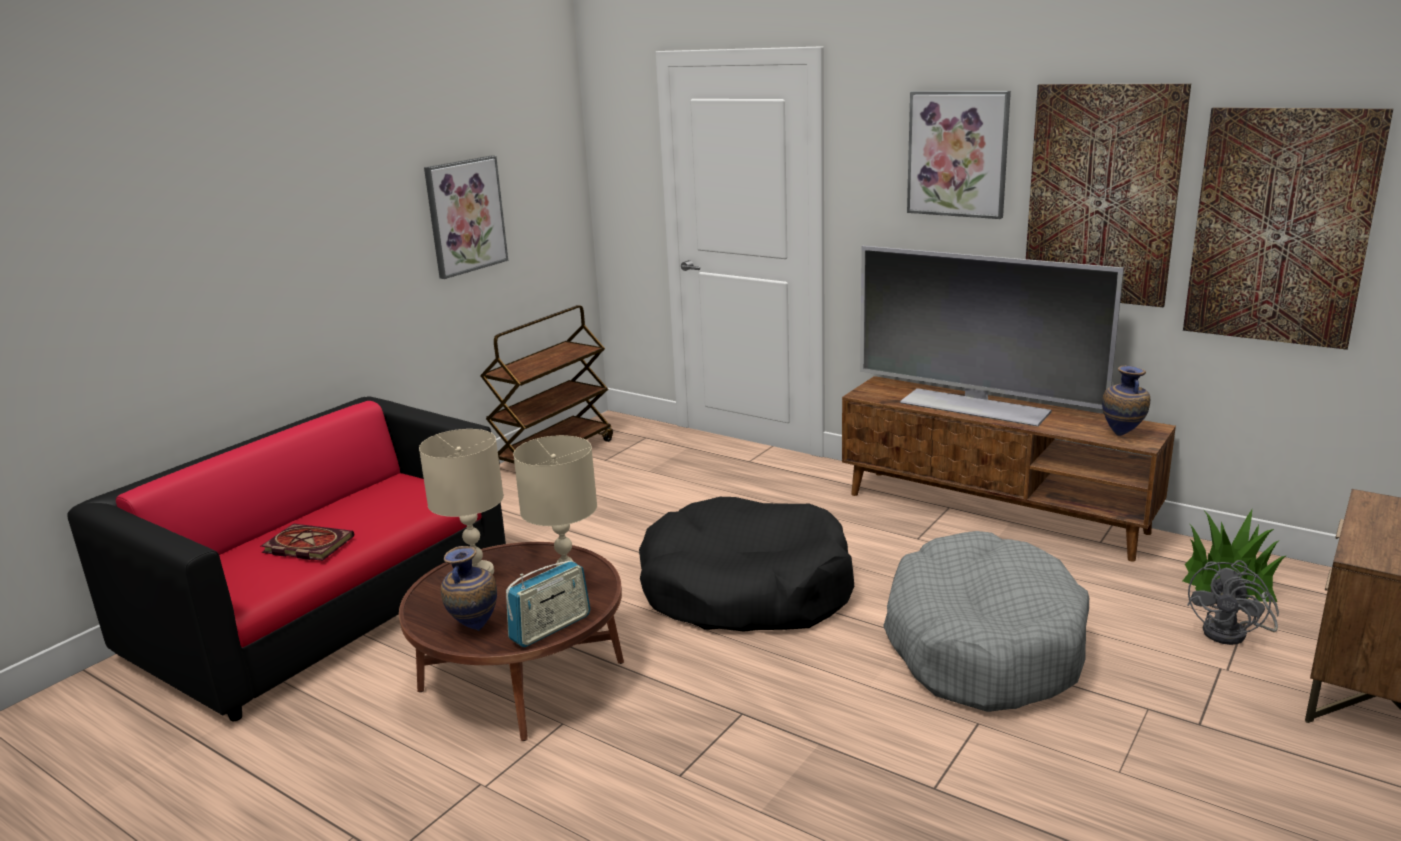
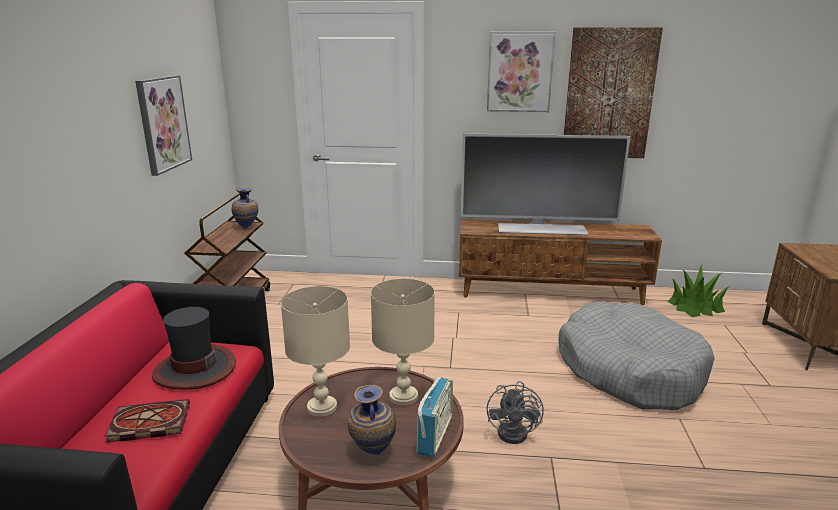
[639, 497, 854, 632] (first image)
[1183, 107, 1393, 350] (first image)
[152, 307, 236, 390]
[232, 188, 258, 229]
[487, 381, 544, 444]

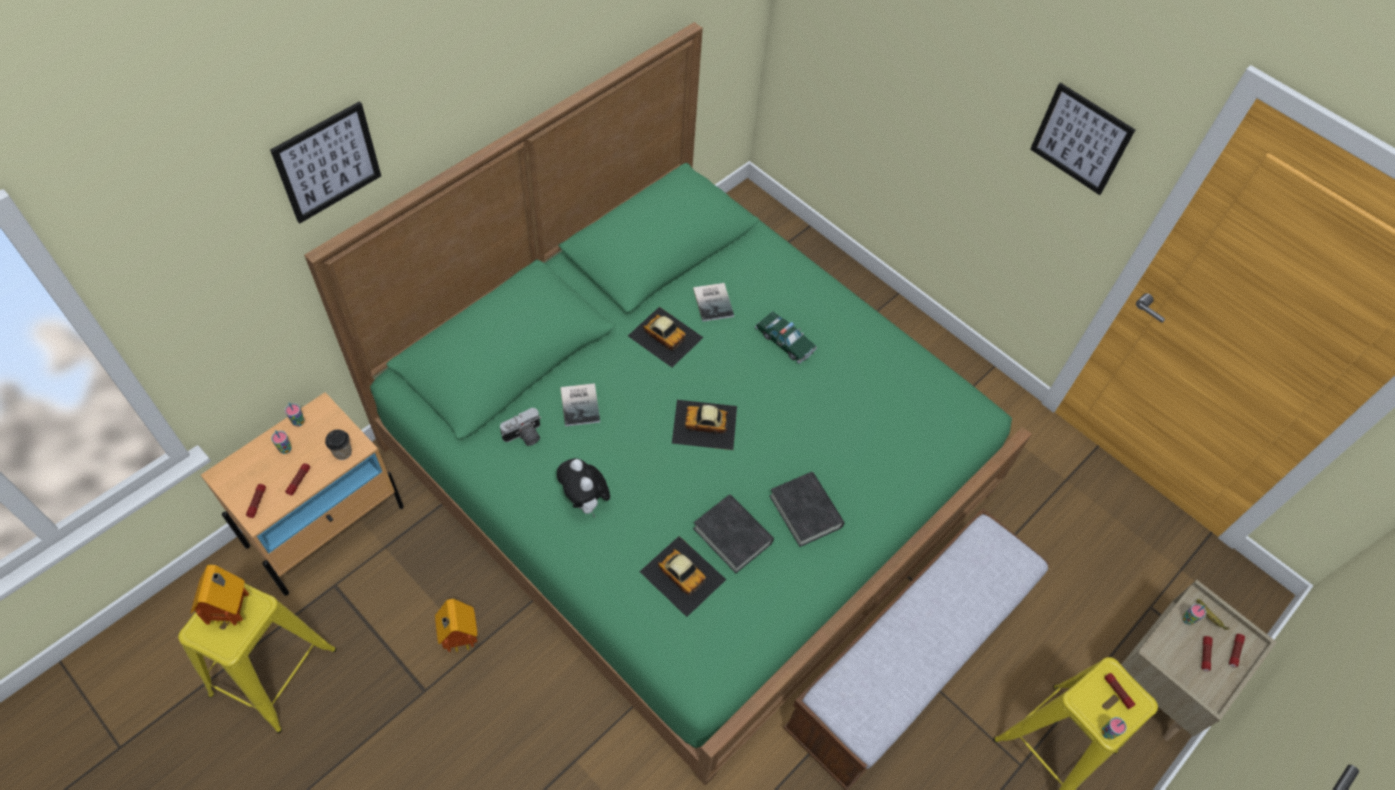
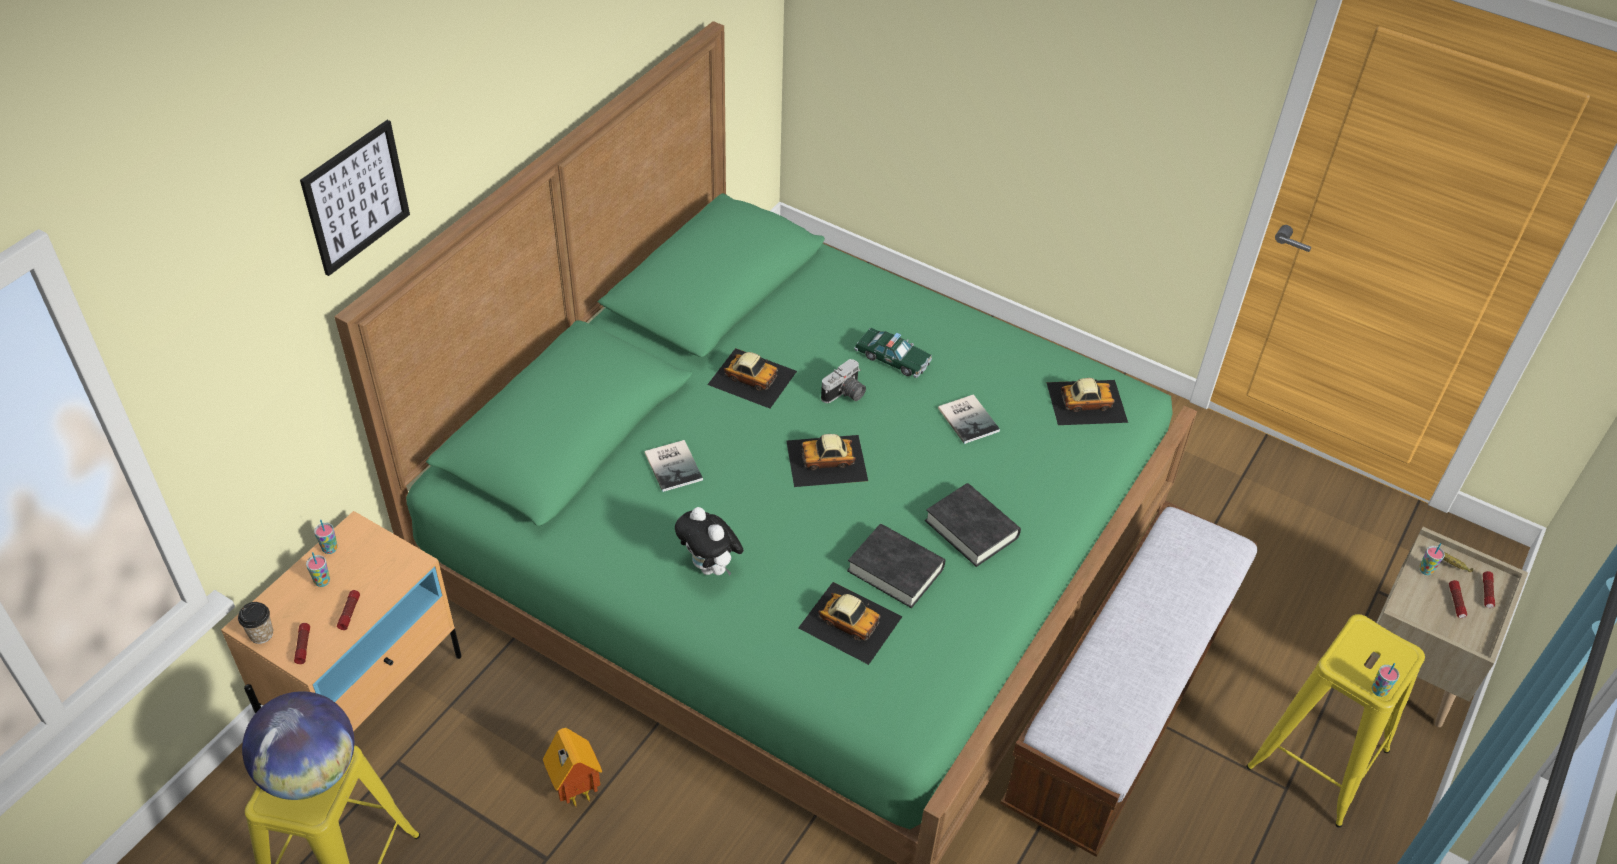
[1030, 82, 1135, 195] (first image)
[1105, 673, 1136, 709] (first image)
[1046, 378, 1128, 425]
[238, 602, 273, 644]
[821, 359, 866, 403]
[938, 394, 1000, 444]
[242, 691, 354, 800]

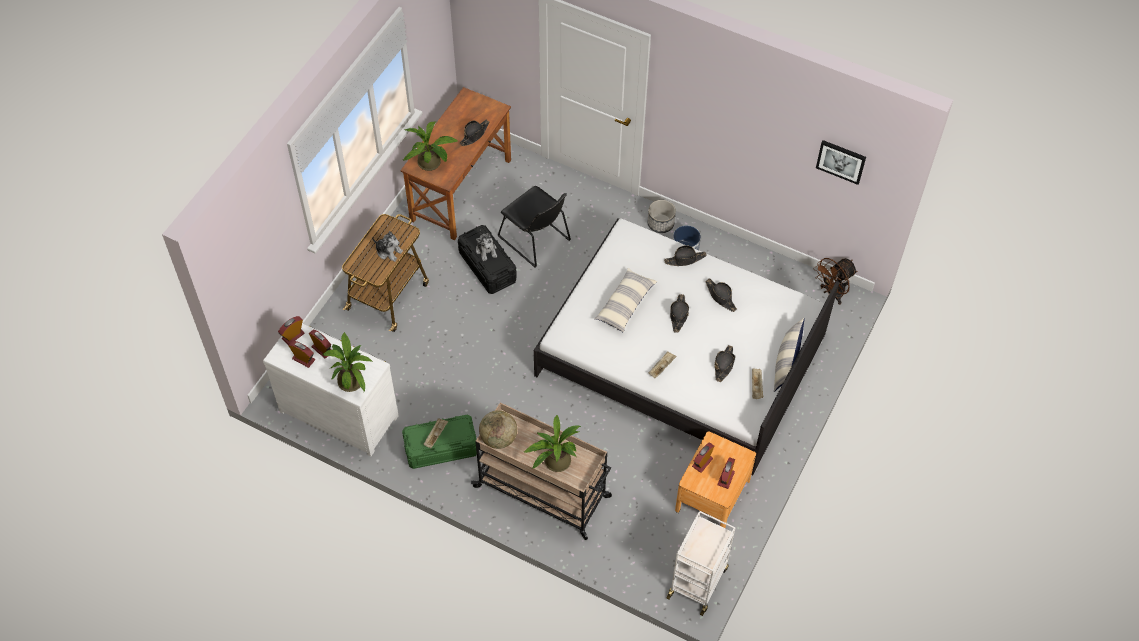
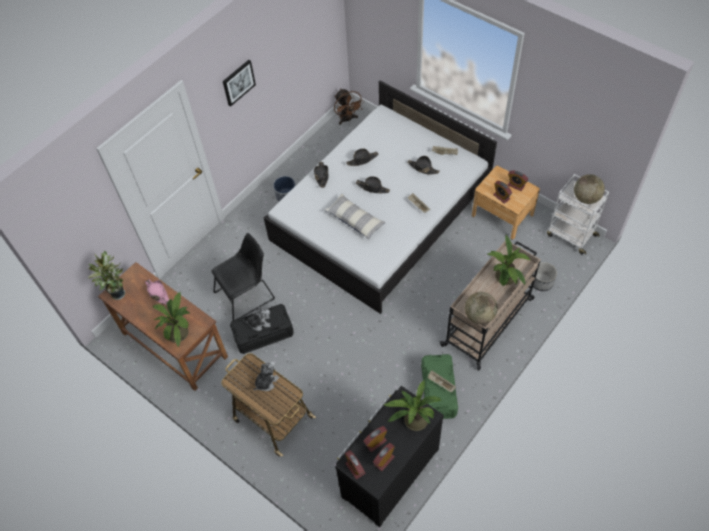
[774, 318, 805, 392] (first image)
[88, 251, 125, 300]
[574, 174, 605, 204]
[531, 262, 557, 291]
[223, 60, 256, 107]
[335, 386, 444, 527]
[145, 279, 169, 305]

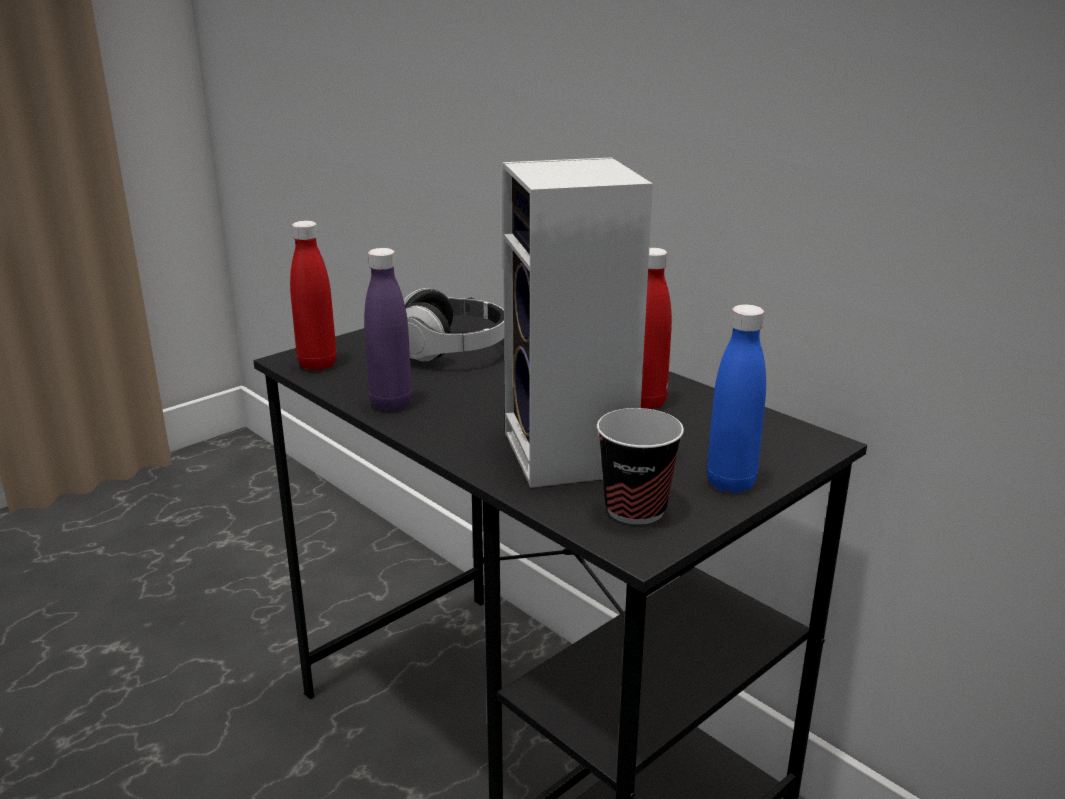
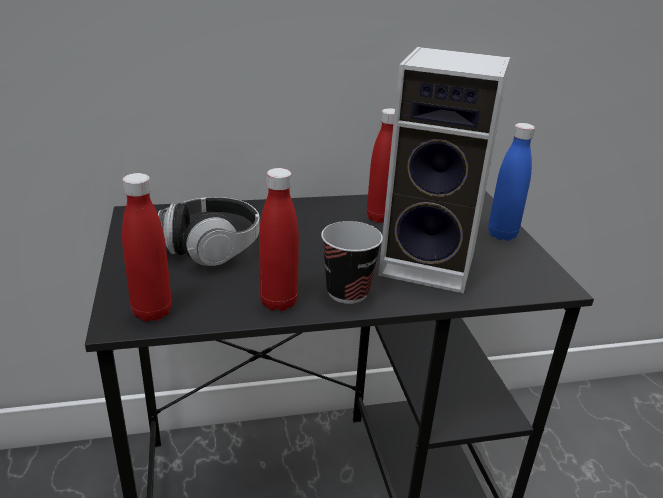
[321, 221, 383, 304]
[259, 168, 299, 311]

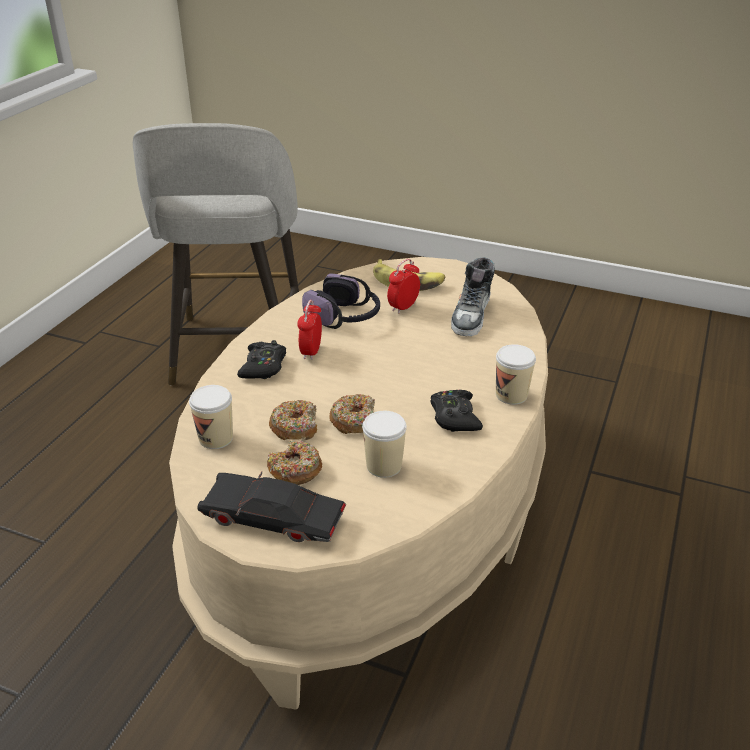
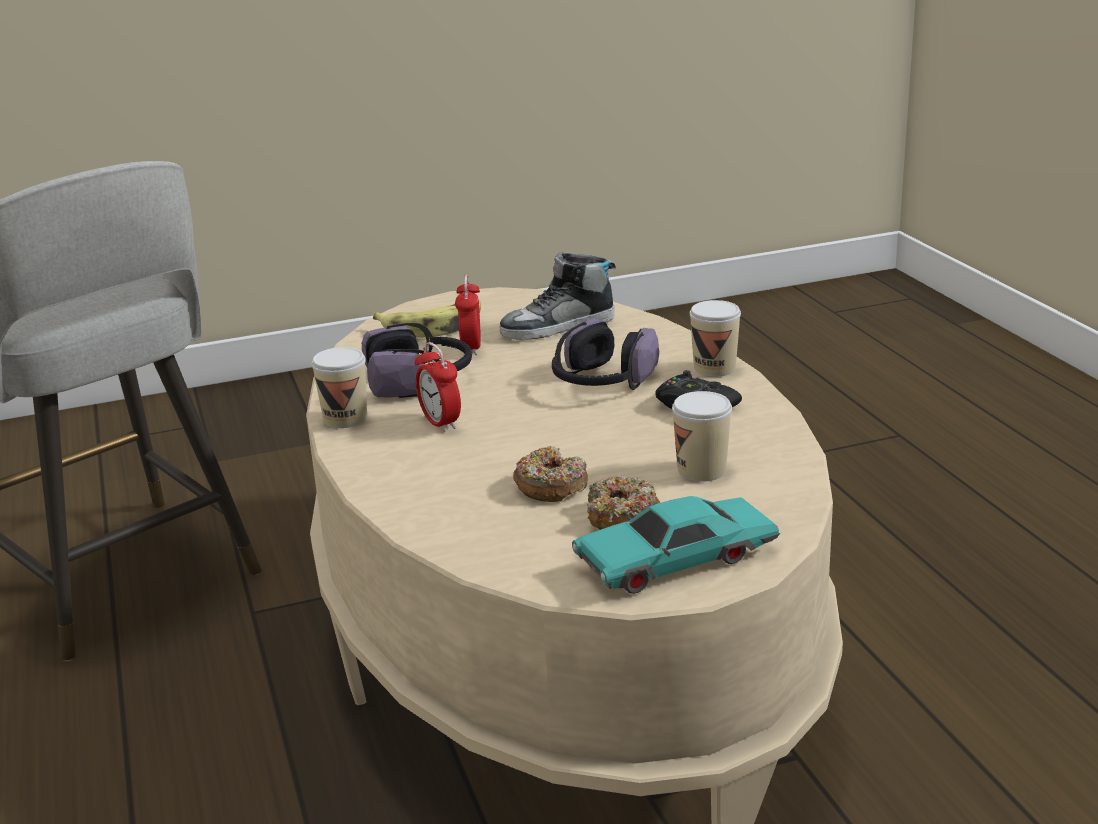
[237, 340, 286, 379] (first image)
[329, 394, 375, 434] (first image)
[552, 318, 659, 390]
[312, 347, 367, 428]
[572, 496, 780, 594]
[499, 252, 616, 341]

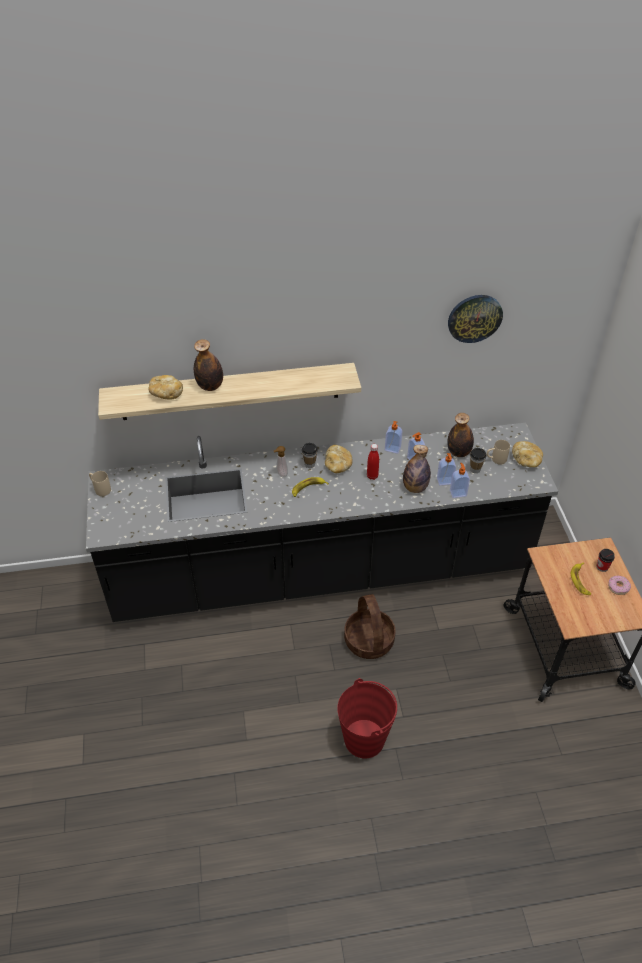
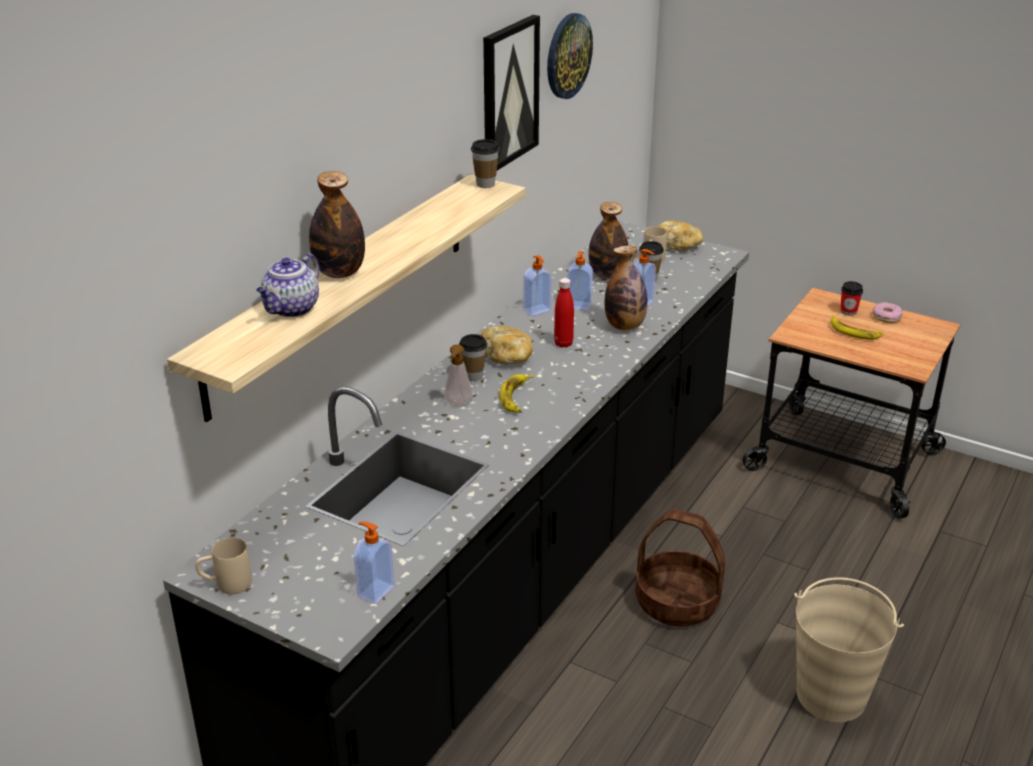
[471, 139, 500, 188]
[483, 15, 540, 170]
[354, 522, 395, 604]
[256, 254, 319, 317]
[794, 577, 904, 722]

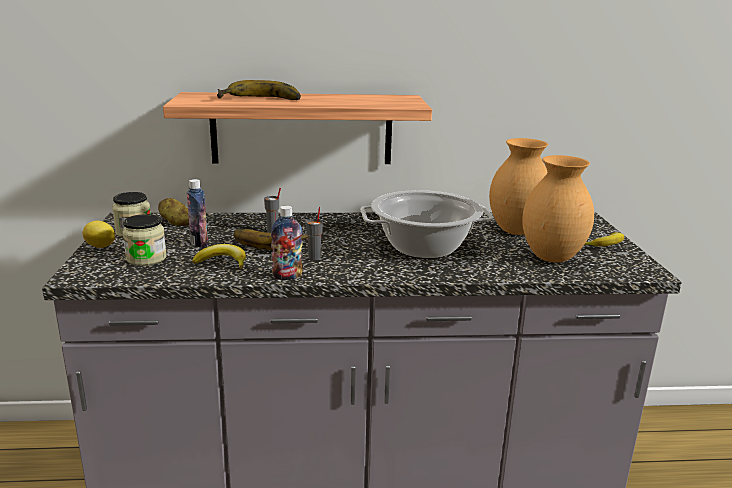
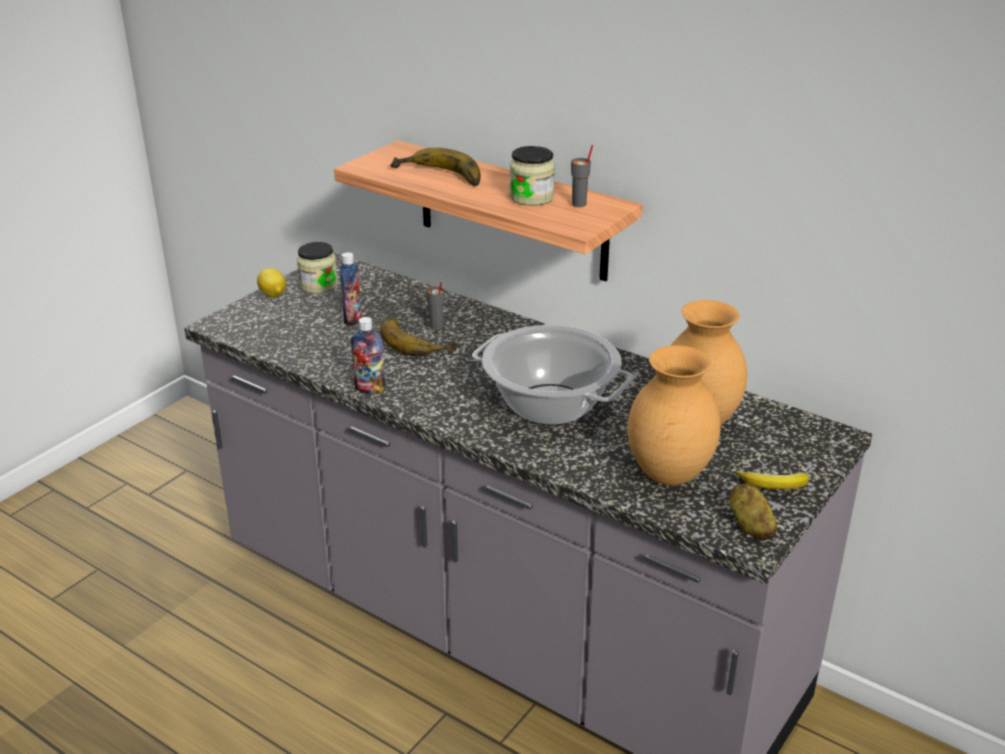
[192, 244, 246, 269] (first image)
[510, 146, 555, 206]
[729, 483, 777, 540]
[571, 145, 593, 207]

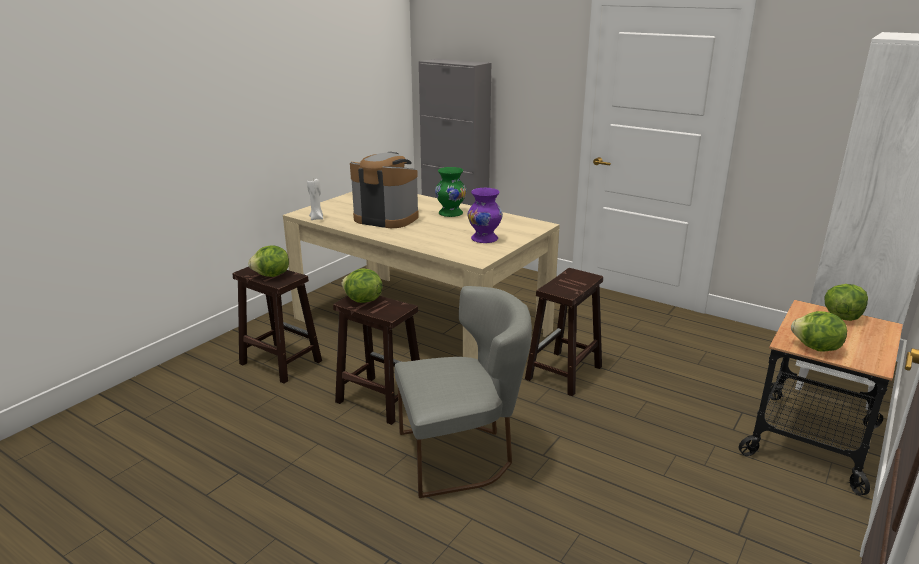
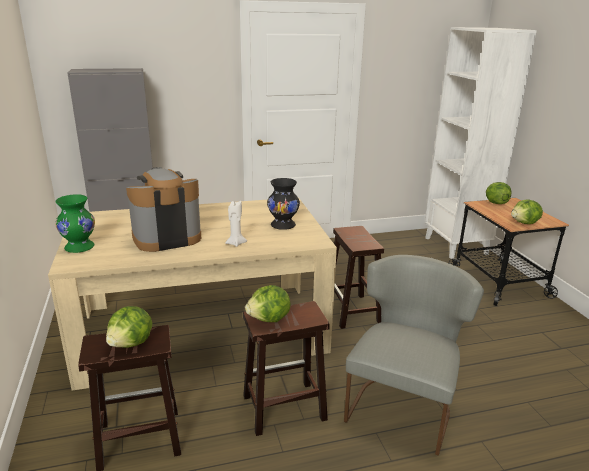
[225, 201, 247, 247]
[55, 194, 95, 253]
[267, 178, 300, 230]

